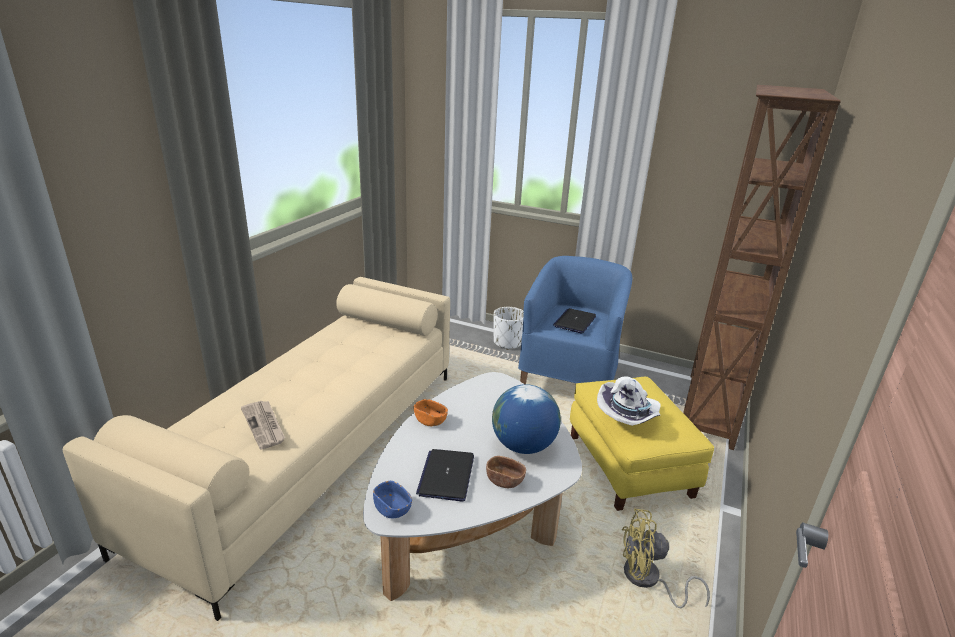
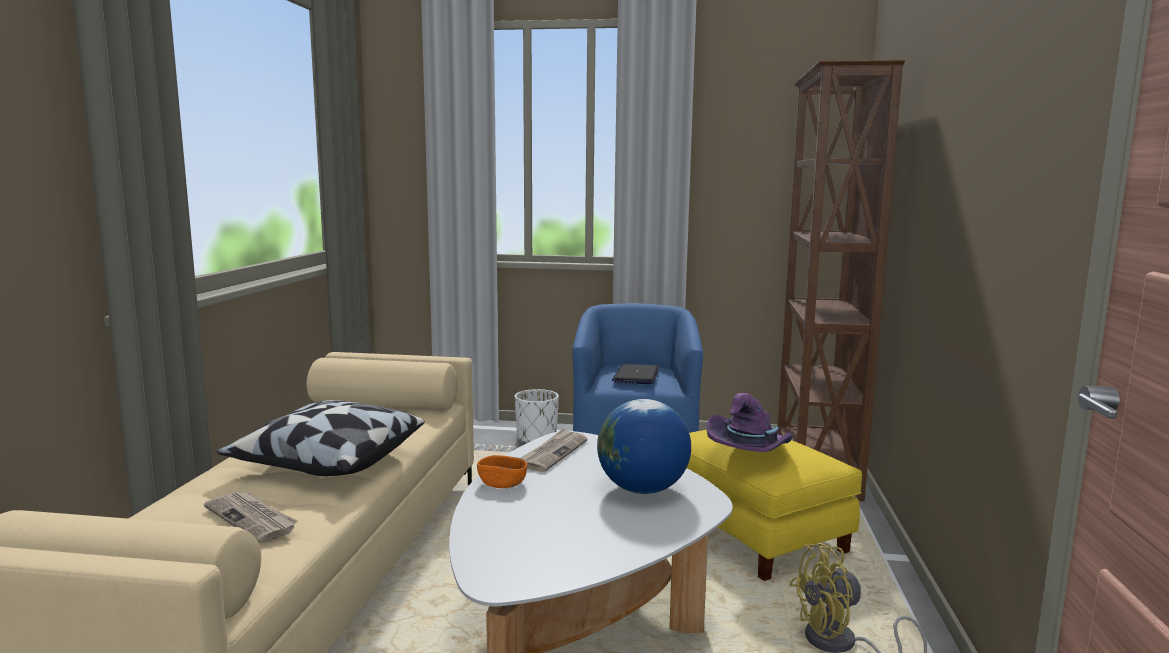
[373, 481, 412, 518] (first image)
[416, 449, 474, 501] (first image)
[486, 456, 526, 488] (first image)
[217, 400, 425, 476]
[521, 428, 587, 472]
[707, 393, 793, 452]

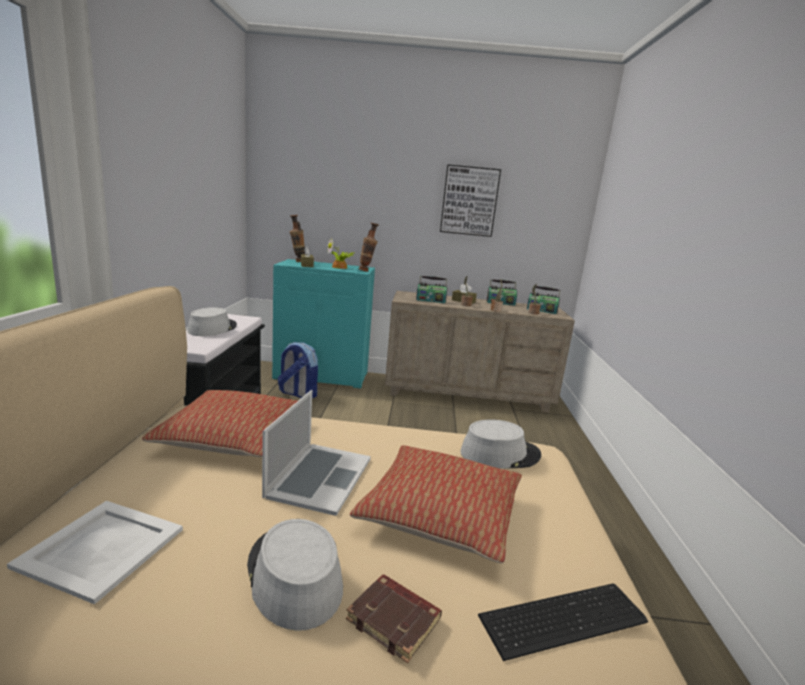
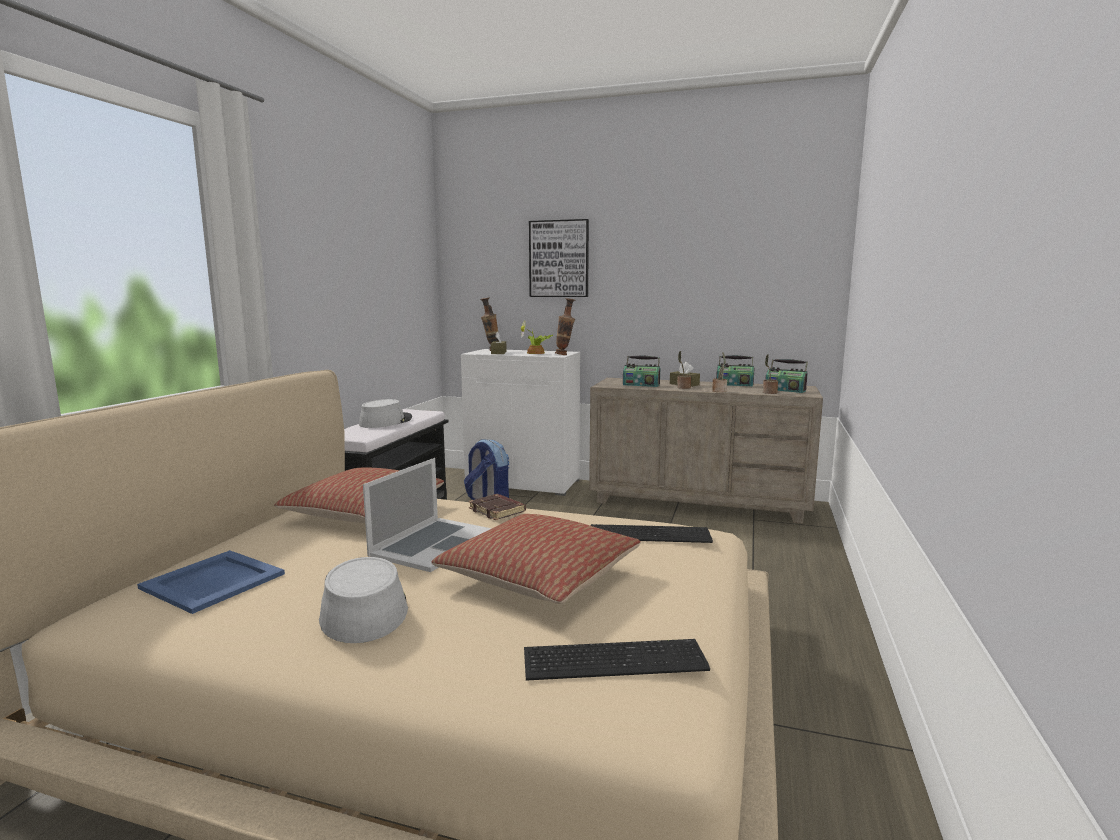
[469, 494, 526, 520]
[529, 219, 589, 297]
[591, 524, 713, 543]
[137, 550, 285, 614]
[461, 349, 580, 496]

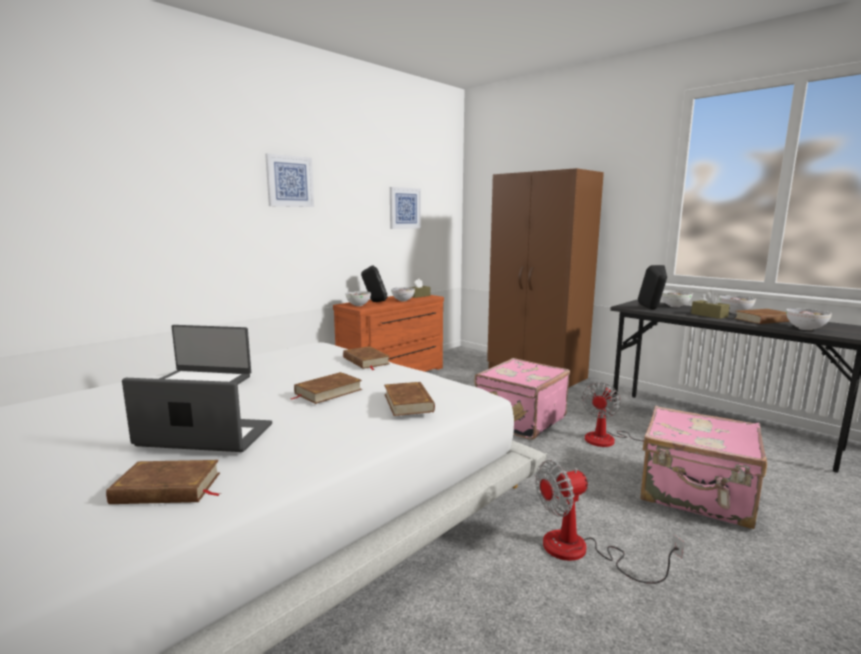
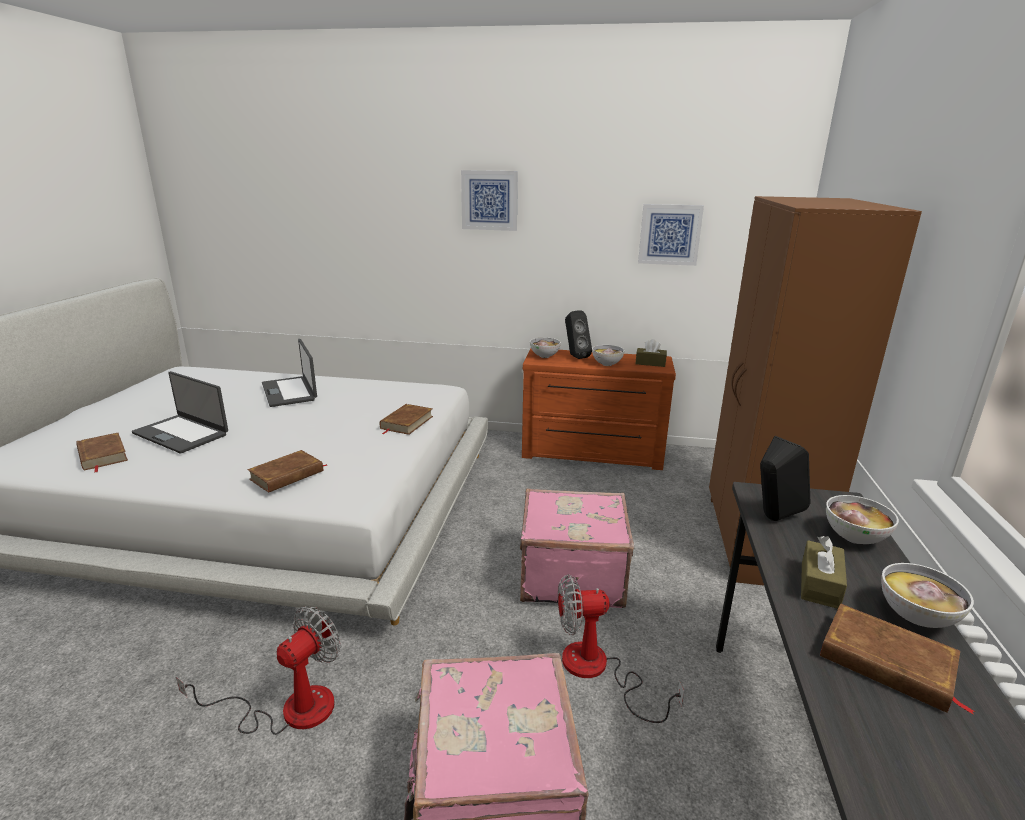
[291, 372, 362, 404] (first image)
[786, 308, 832, 331] (first image)
[132, 371, 228, 453]
[176, 606, 341, 735]

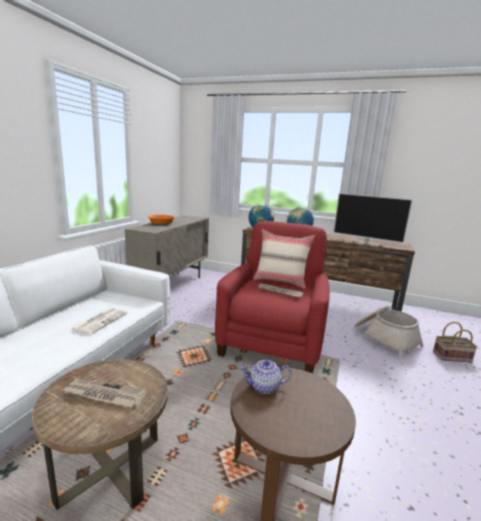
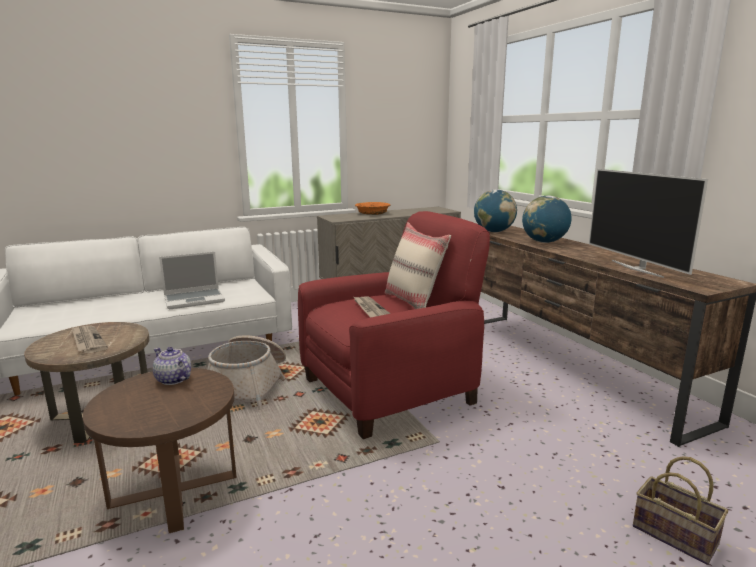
[207, 335, 286, 410]
[159, 252, 225, 309]

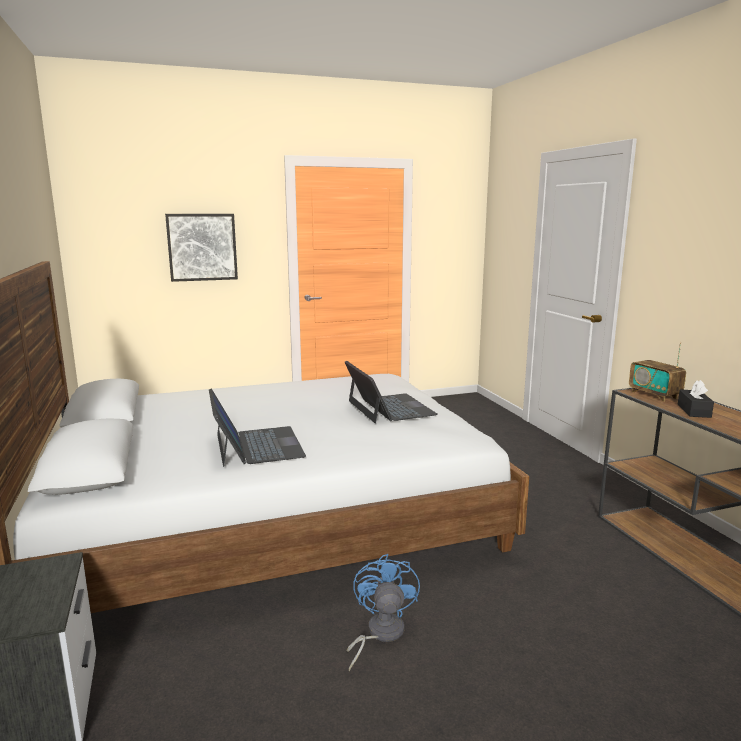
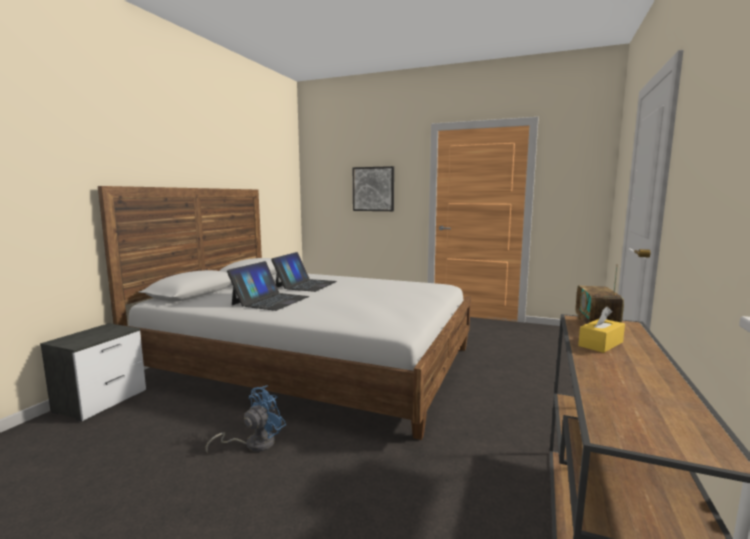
[271, 252, 337, 292]
[578, 306, 625, 353]

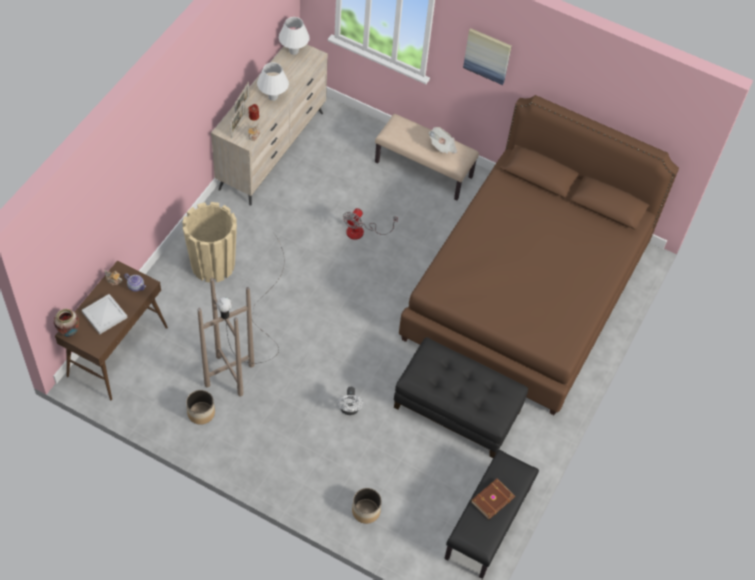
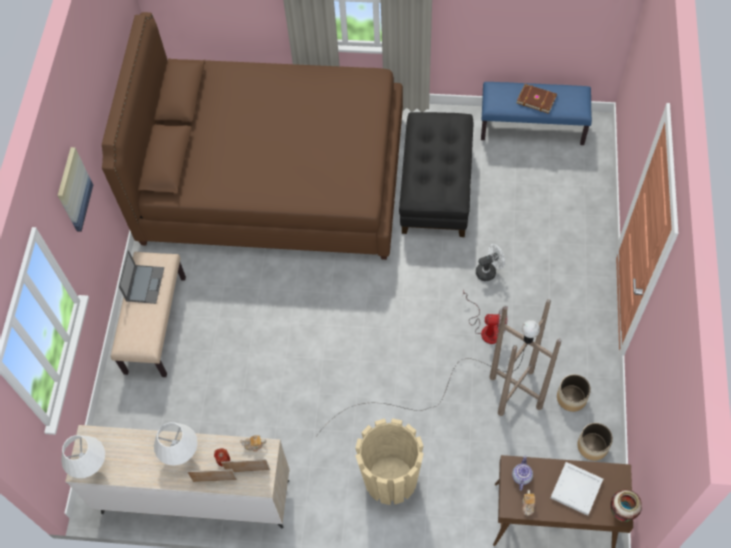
[463, 288, 508, 344]
[577, 423, 613, 461]
[118, 250, 164, 304]
[481, 82, 592, 145]

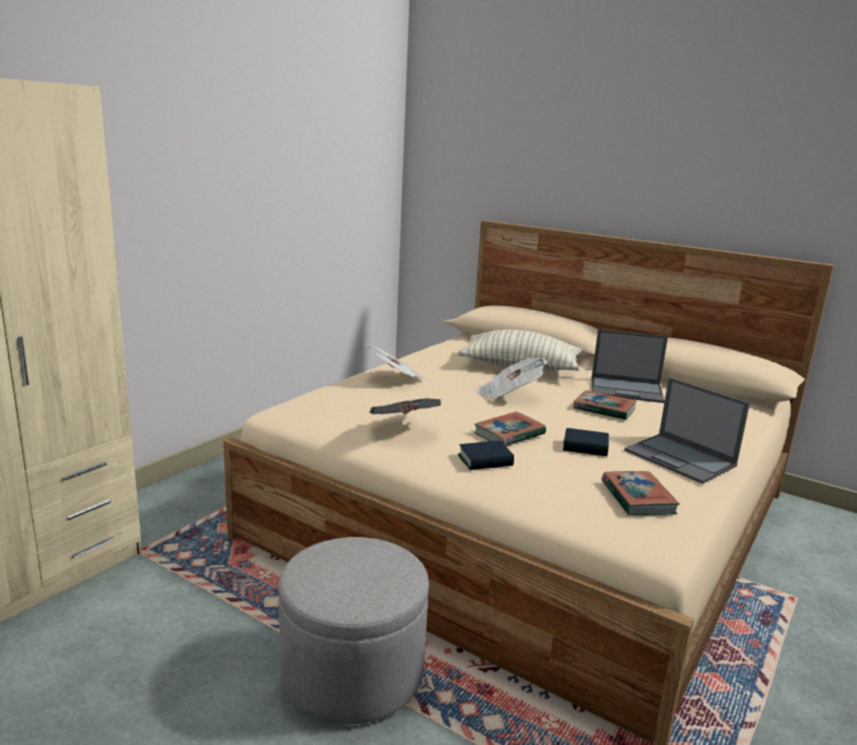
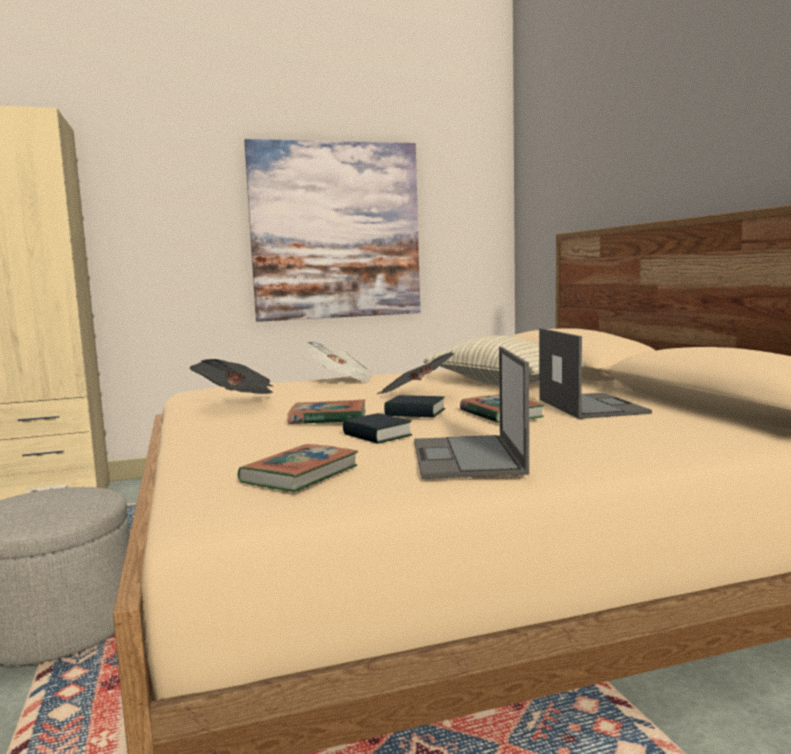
[244, 139, 420, 322]
[384, 395, 445, 418]
[539, 328, 652, 419]

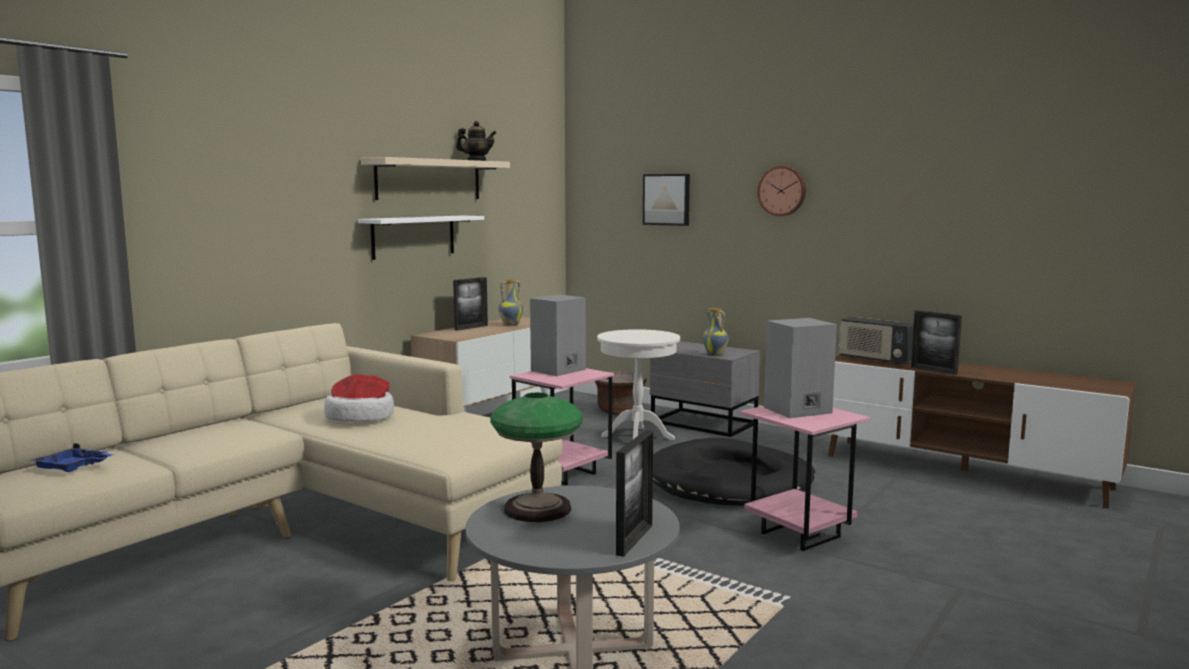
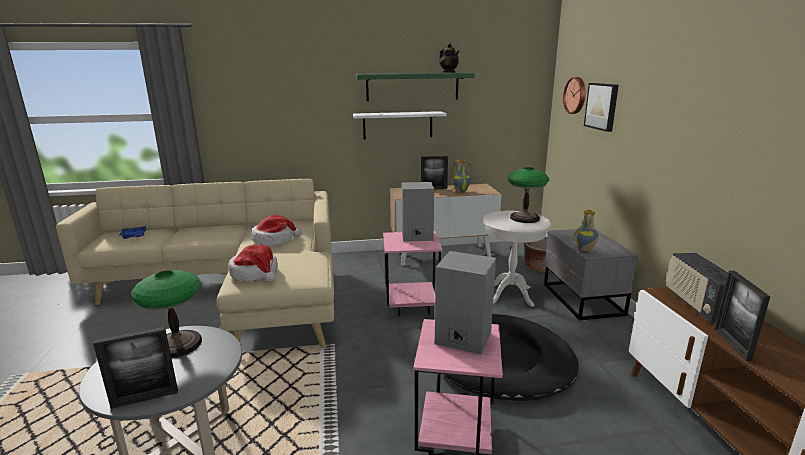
[229, 245, 278, 283]
[508, 167, 549, 223]
[563, 77, 585, 114]
[356, 73, 475, 101]

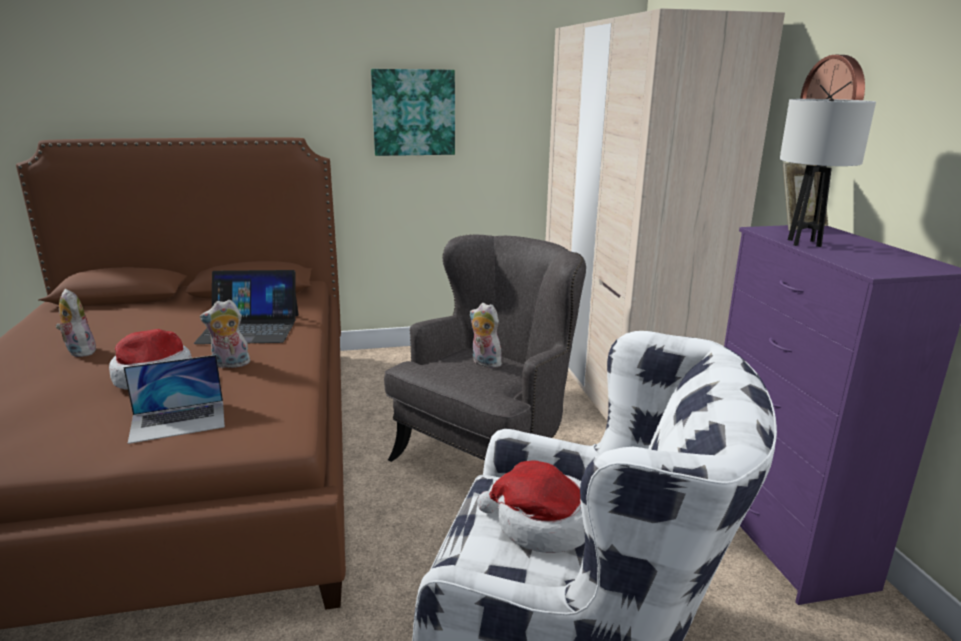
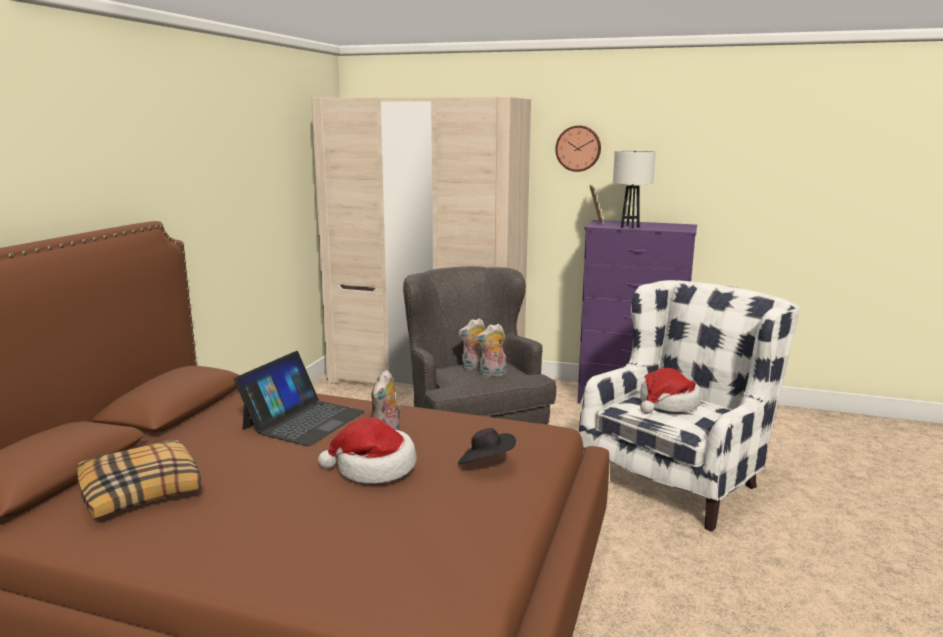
[371, 69, 455, 156] (first image)
[77, 439, 201, 518]
[476, 324, 506, 377]
[458, 428, 516, 464]

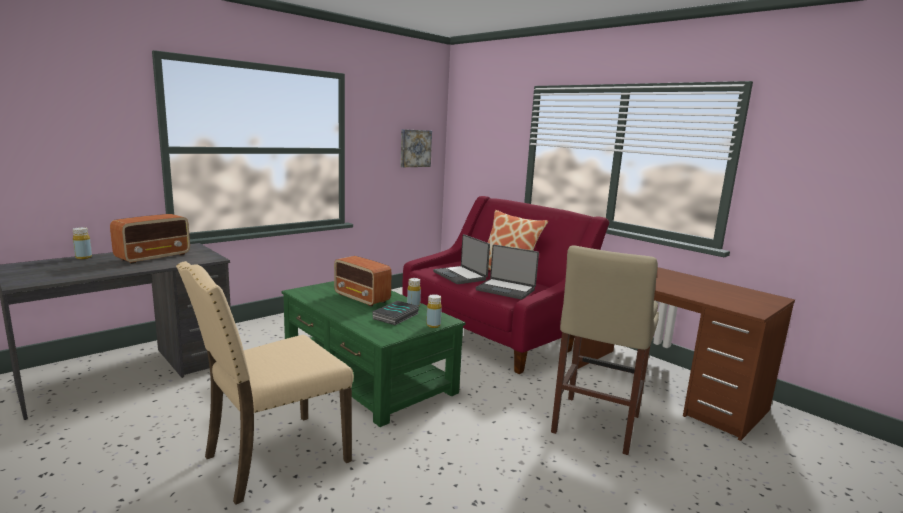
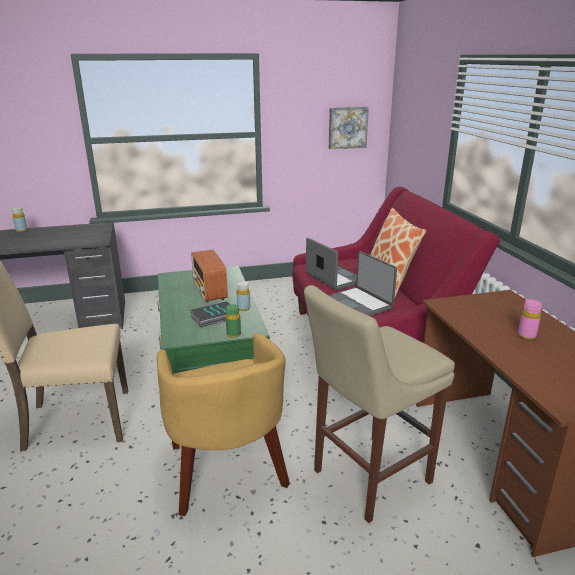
[110, 214, 190, 264] (first image)
[157, 333, 290, 516]
[518, 300, 542, 340]
[226, 304, 241, 338]
[306, 238, 357, 290]

